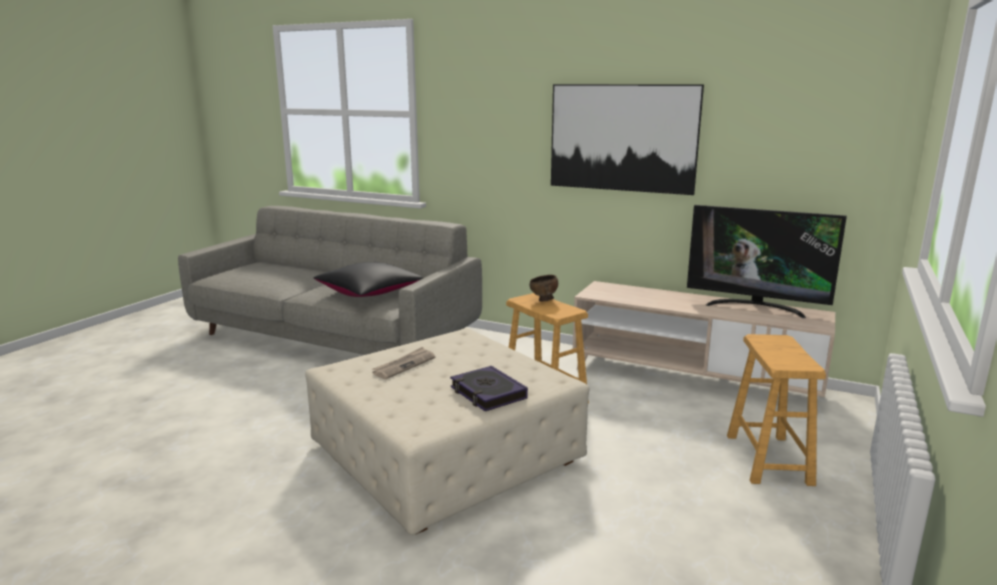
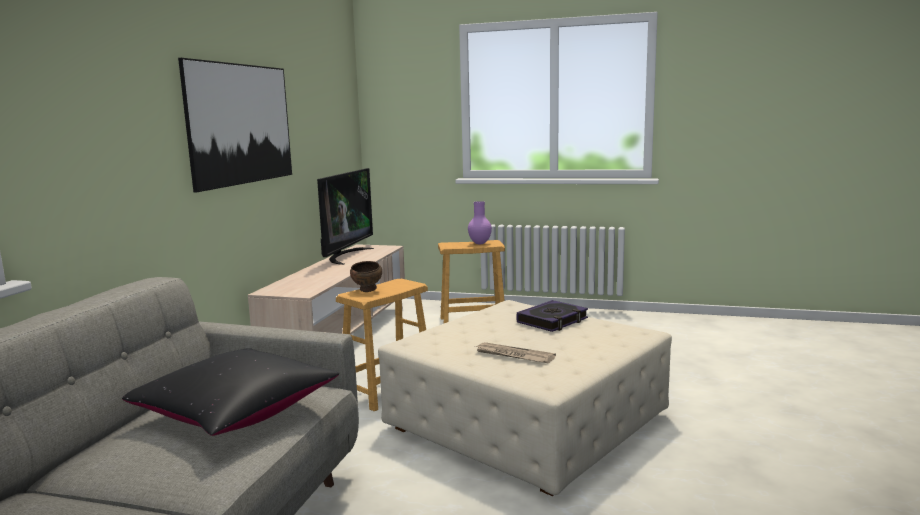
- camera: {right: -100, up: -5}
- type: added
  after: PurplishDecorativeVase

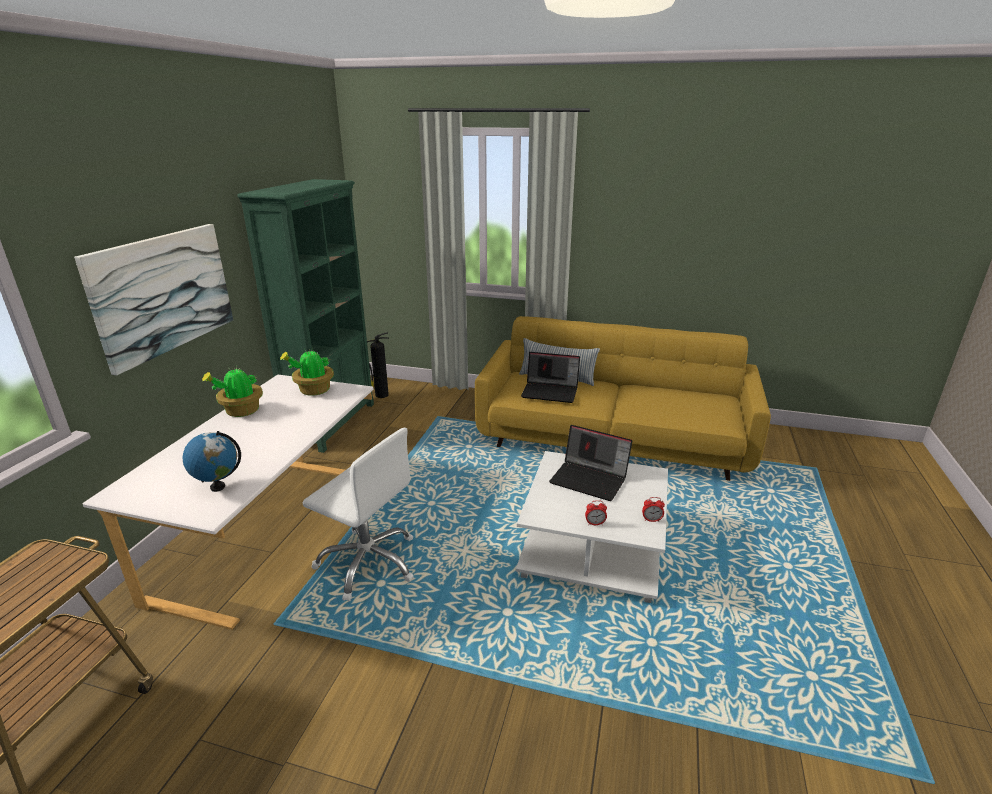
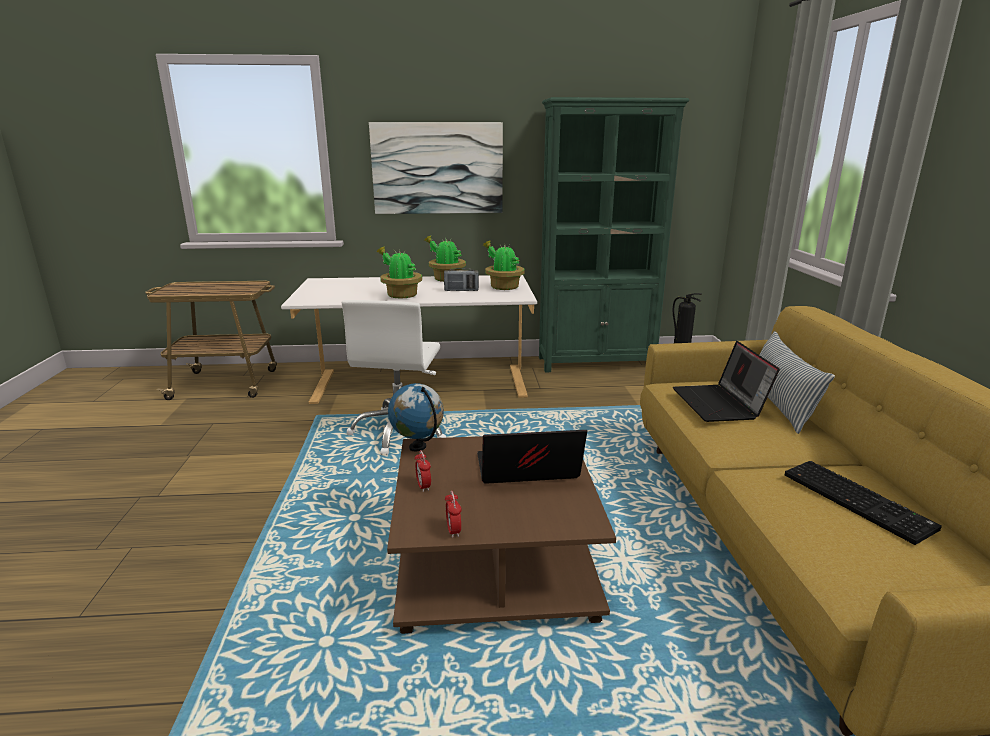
- camera: {right: 70, up: -5}
- type: added
  after: PottedPlant (1st from left)
- type: added
  after: RadioSet
- type: added
  after: Keyboard
- type: moved
  before: DeskGlobe
- type: recoloured
  before: WhiteLowTable
  after: BrownLowTable
- type: turned
  before: NotebookComputer (2nd from left in the first image)
  turn: 75

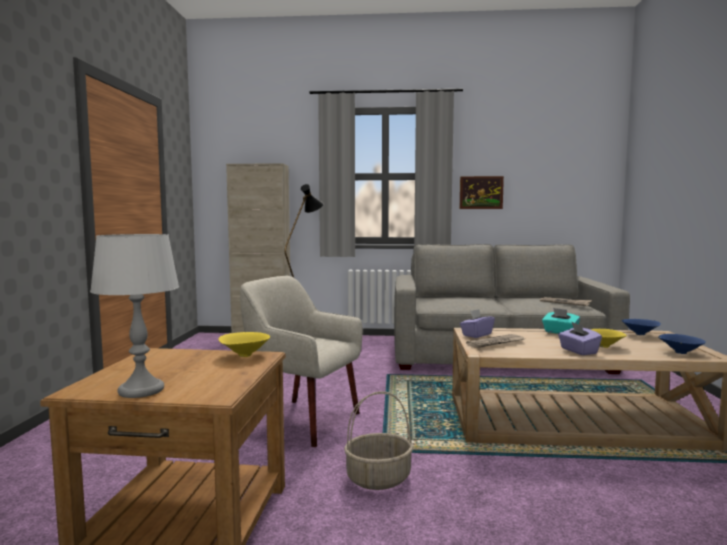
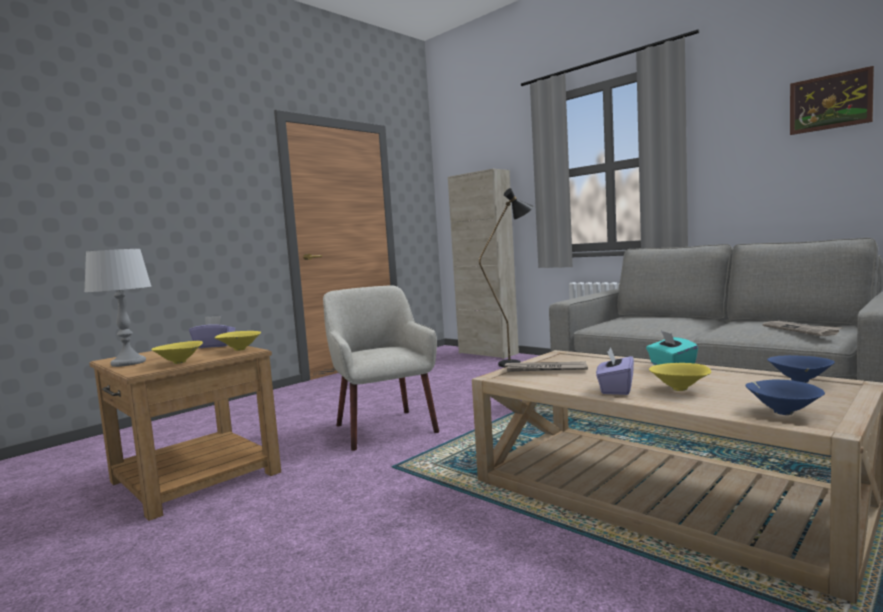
- camera: {right: 40, up: 0}
- type: removed
  before: Basket
- type: added
  after: YellowColouredBowl (1st from left)
- type: moved
  before: Picture
- type: moved
  before: PurplishTissueBox (1st from left)

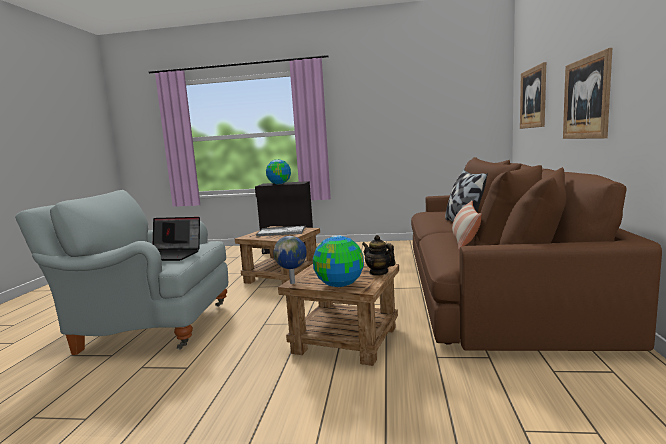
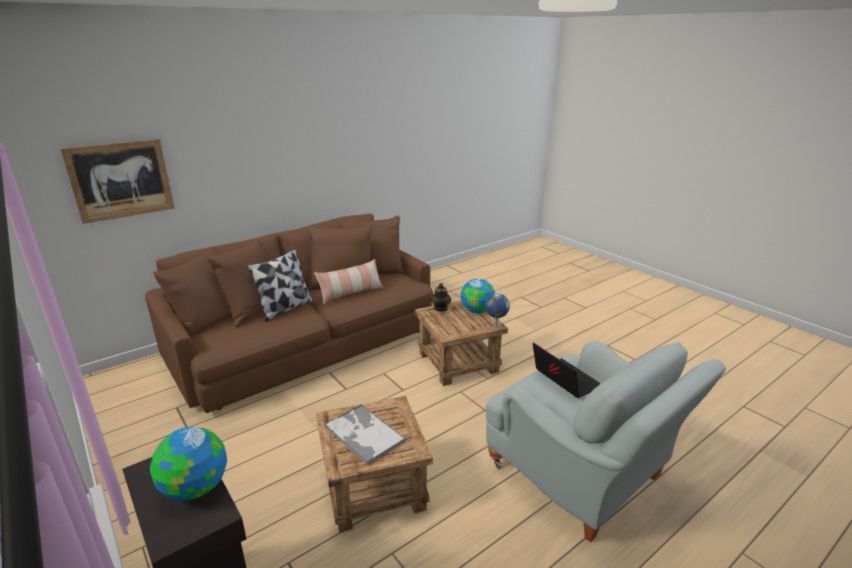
- camera: {right: -135, up: 15}
- type: removed
  before: Picture (2nd from left)

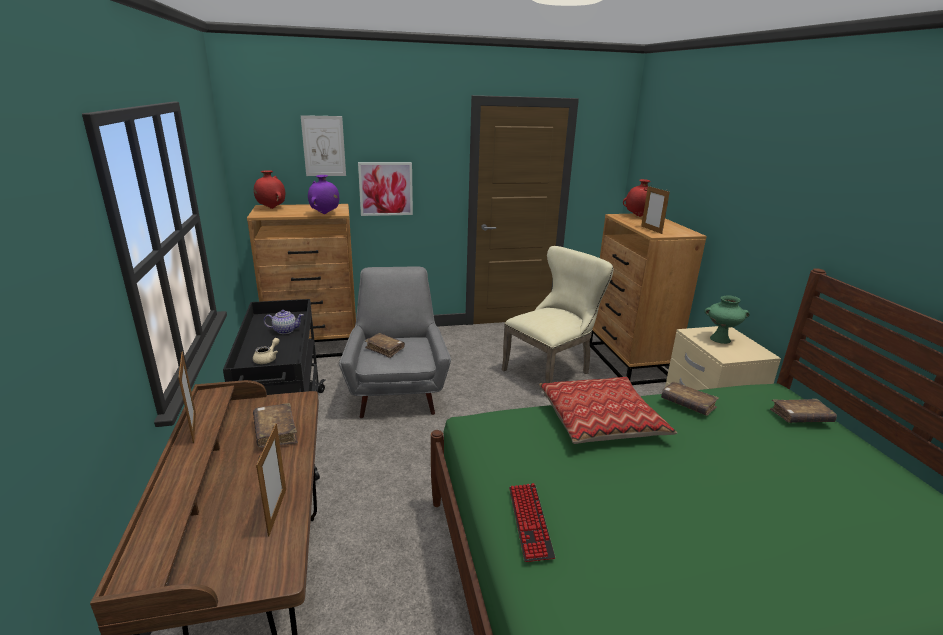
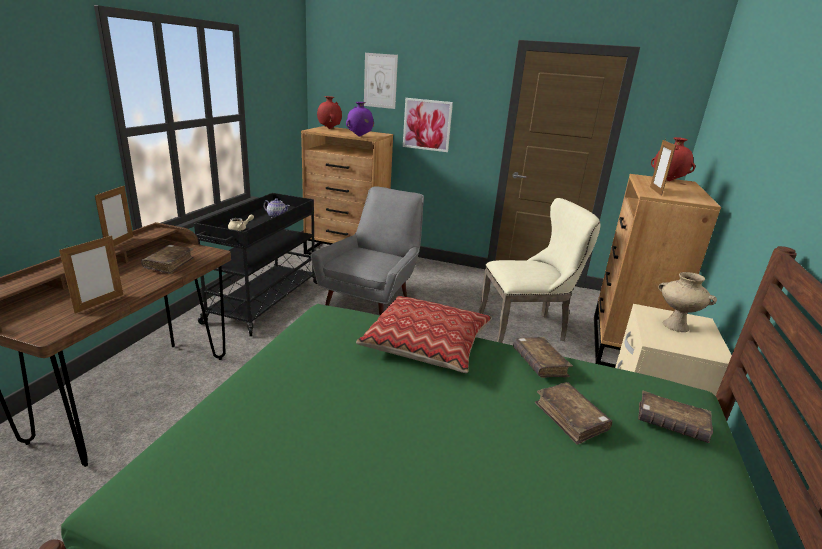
- camera: {right: 30, up: 0}
- type: removed
  before: Keyboard
- type: moved
  before: BrownBoundBook (2nd from left in the first image)
  after: BrownBoundBook (3rd from left)
- type: recoloured
  before: GreenDecorativeVase
  after: BeigeDecorativeVase

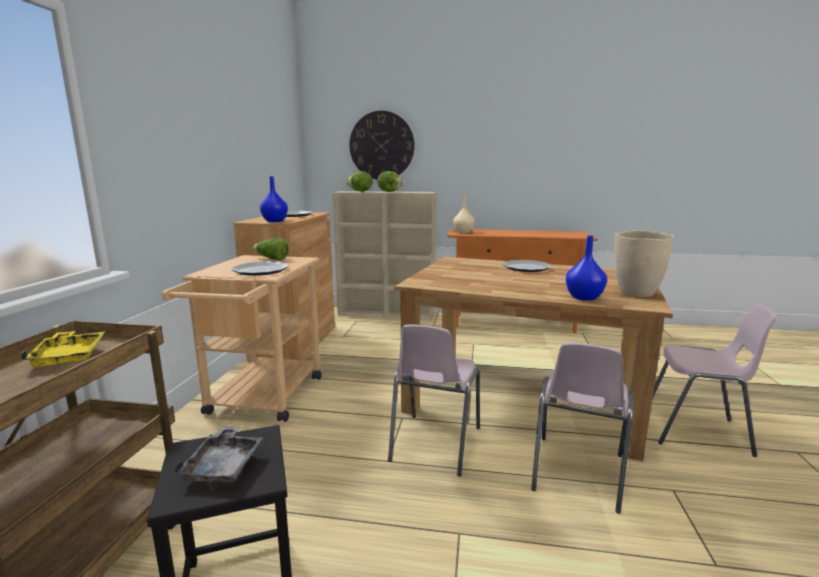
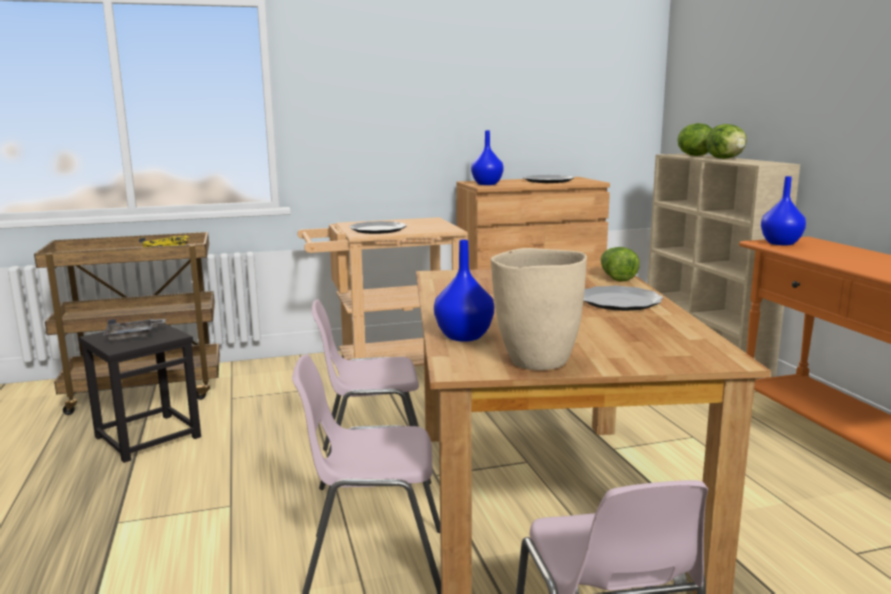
- camera: {right: 65, up: 0}
- type: removed
  before: ClockOnTheWall
- type: moved
  before: HeadOfLettuce (1st from left)
- type: recoloured
  before: BeigeDecorativeVase (1st from left)
  after: BlueDecorativeVase (3rd from left)

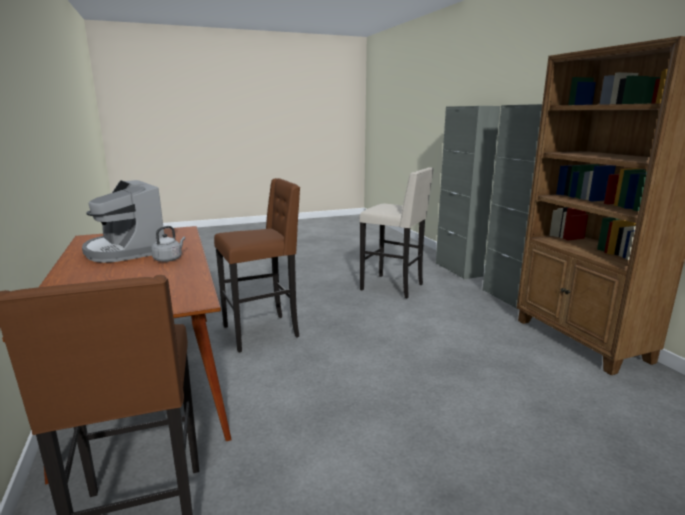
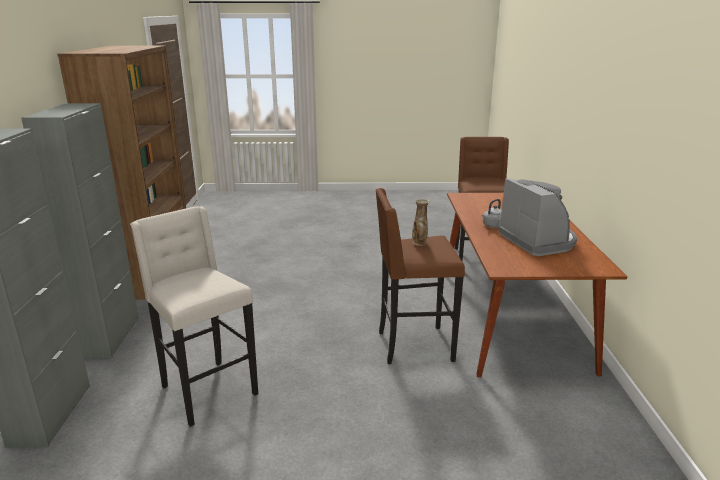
- camera: {right: -160, up: 5}
- type: added
  after: DecorativeVase

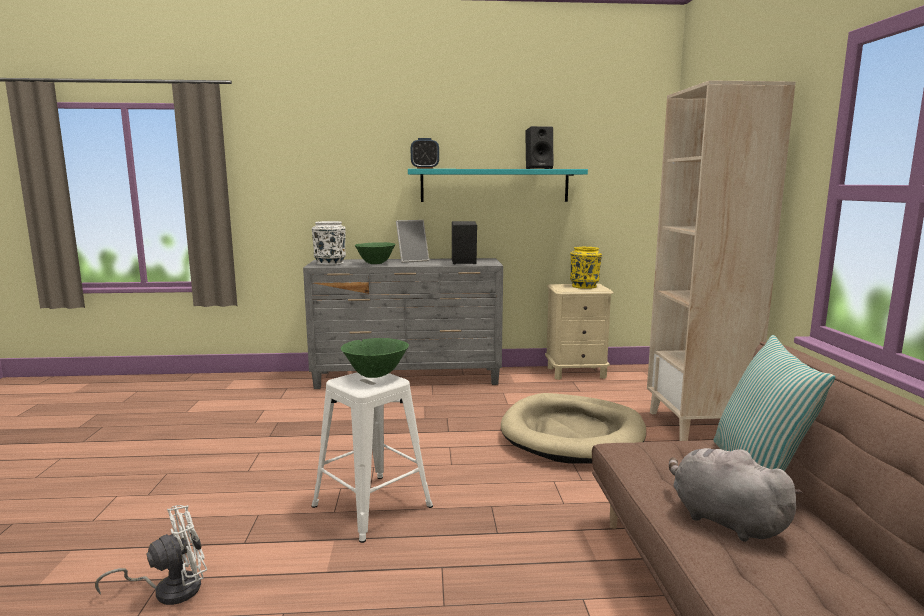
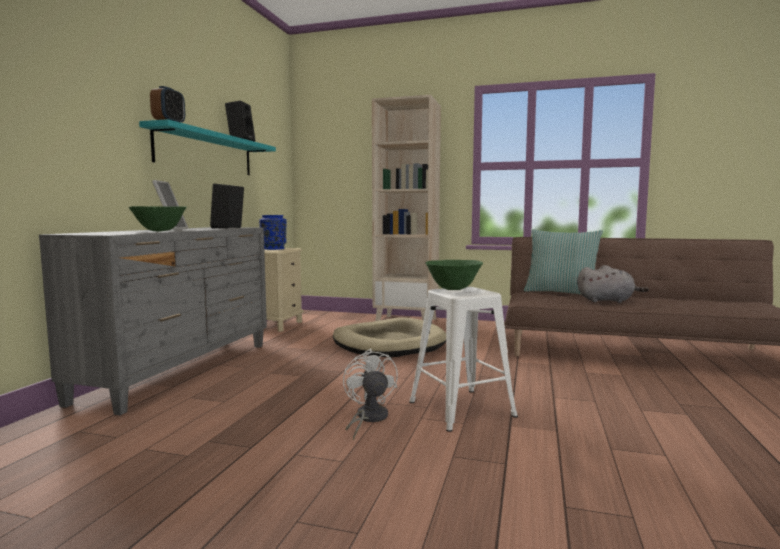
- camera: {right: -70, up: -5}
- type: removed
  before: WhiteDecorativeVase
- type: moved
  before: WhiteCoolingFan
- type: recoloured
  before: YellowColouredDecorativeVase
  after: BlueDecorativeVase
- type: turned
  before: GreyPlushToy
  turn: -150

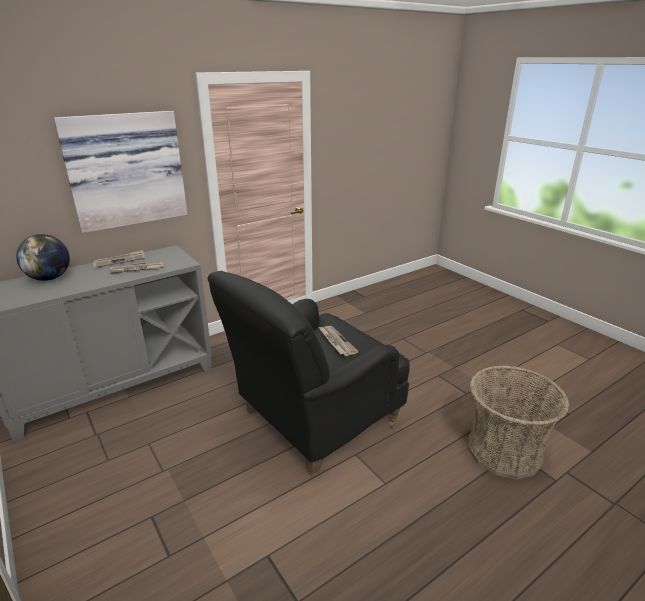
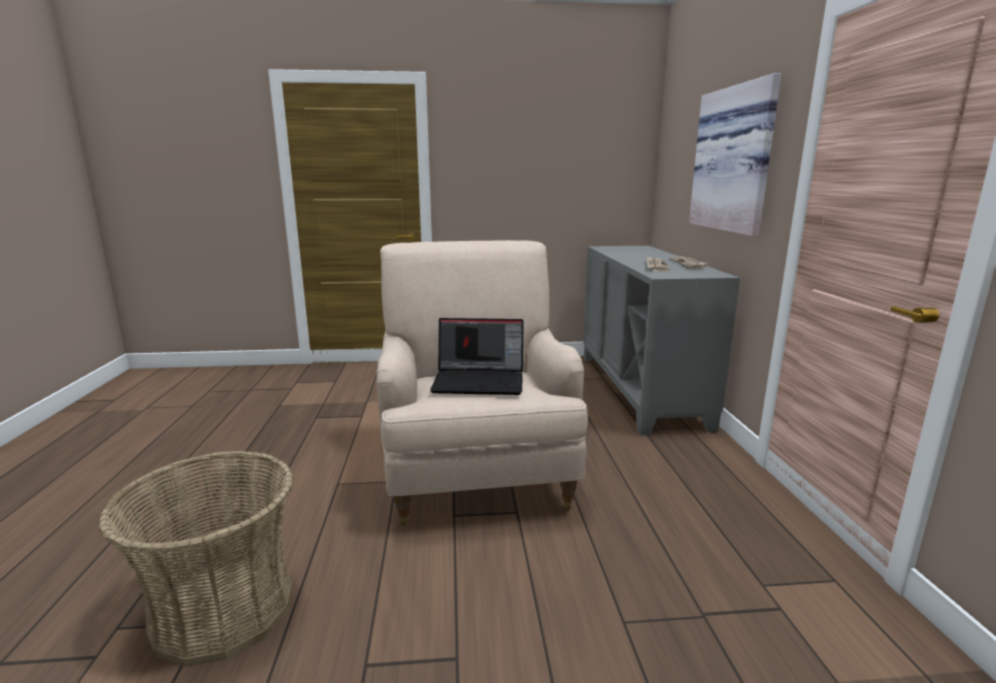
- camera: {right: 120, up: -10}
- type: removed
  before: DeskGlobe
- type: replaced
  before: DailyPaper (3rd from left)
  after: NotebookComputer
- type: recoloured
  before: BlackLoungeChair
  after: BeigeLoungeChair

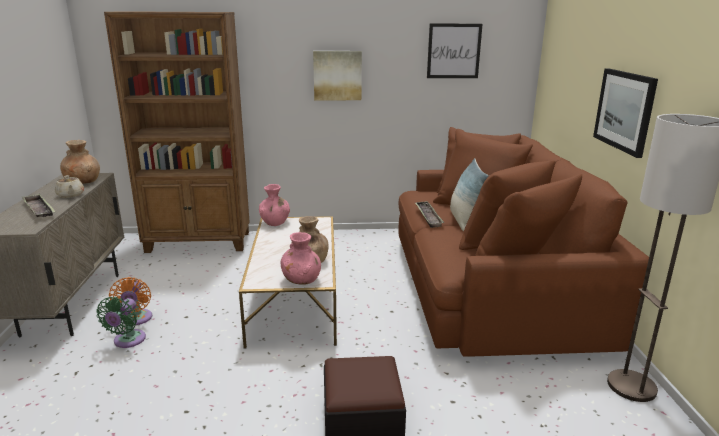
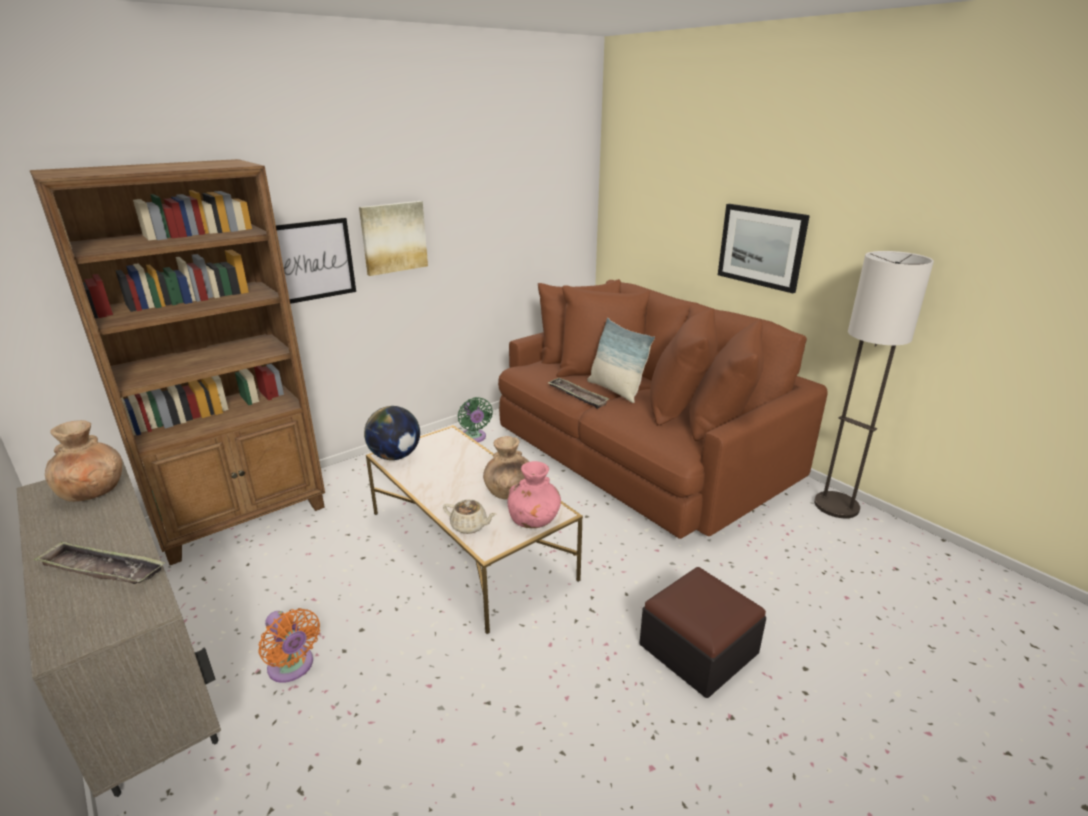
- camera: {right: -35, up: 5}
- type: moved
  before: BeigeTeaPot
- type: moved
  before: GreenCoolingFan
- type: moved
  before: Picture (2nd from left in the first image)
  after: Picture (1st from left)
- type: replaced
  before: PinkColouredDecorativeVase (1st from left)
  after: DeskGlobe

